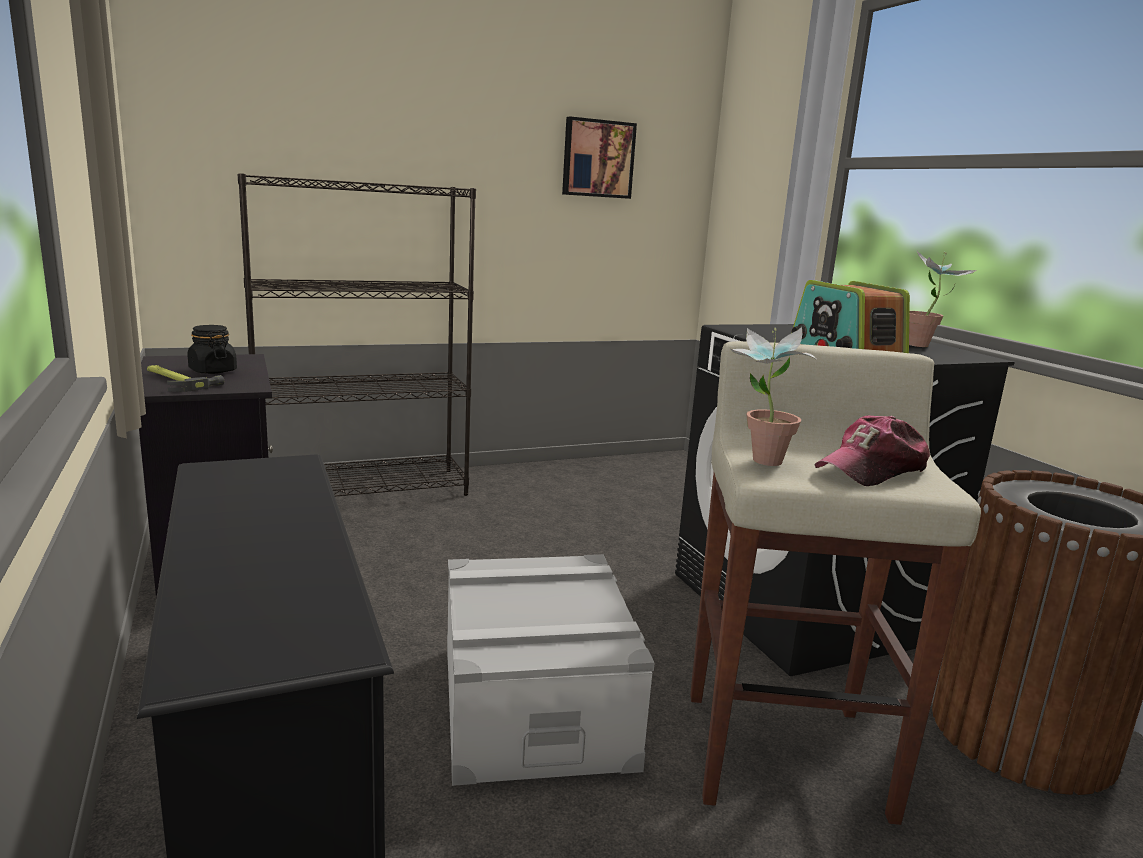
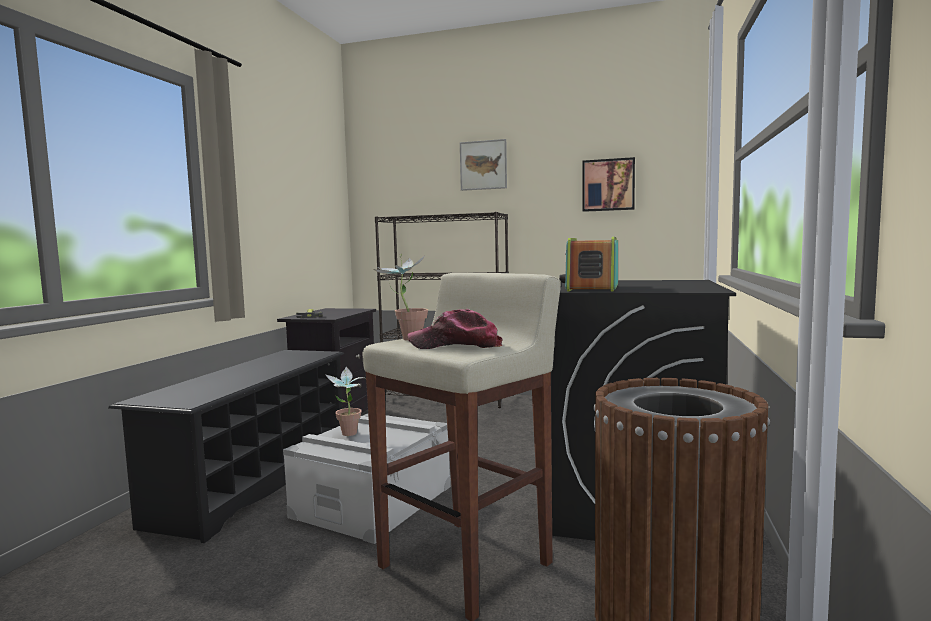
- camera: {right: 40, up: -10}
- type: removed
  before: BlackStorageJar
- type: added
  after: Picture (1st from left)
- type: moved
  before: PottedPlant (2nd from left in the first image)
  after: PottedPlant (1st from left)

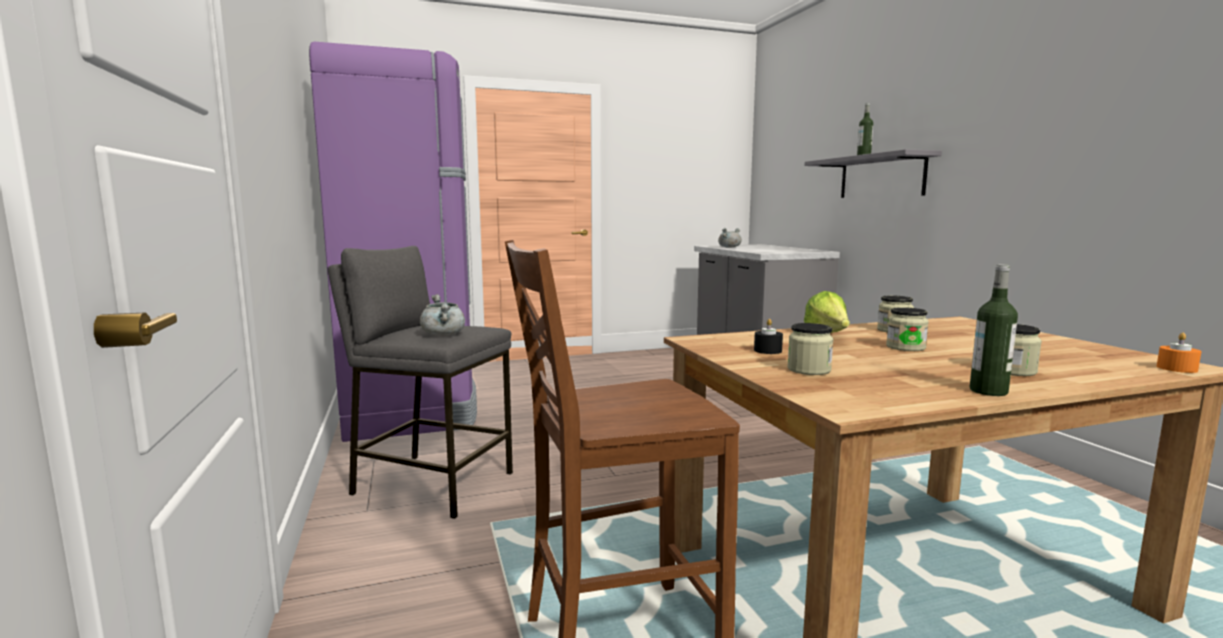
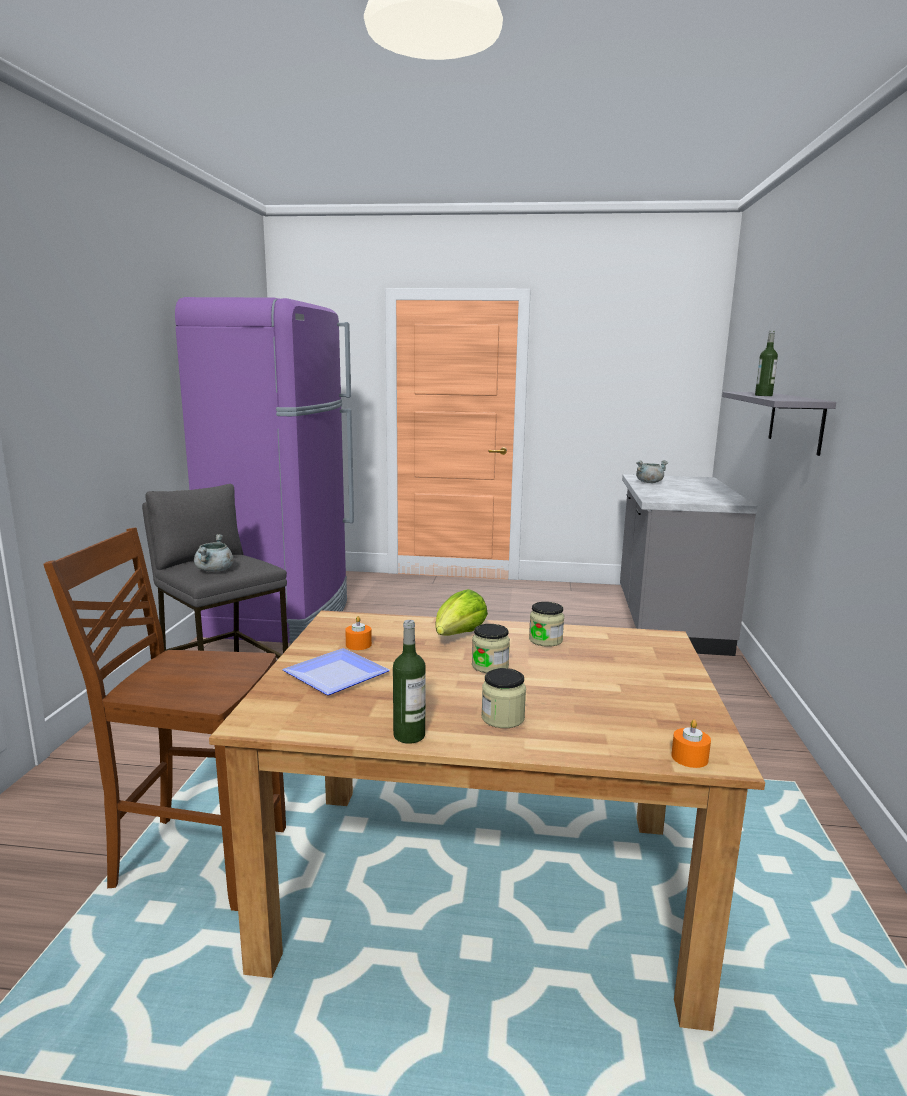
- camera: {right: 25, up: 5}
- type: replaced
  before: StorageJar (1st from left)
  after: Plate
- type: recoloured
  before: BlackWaxCandle
  after: OrangeyWaxCandle (1st from left)

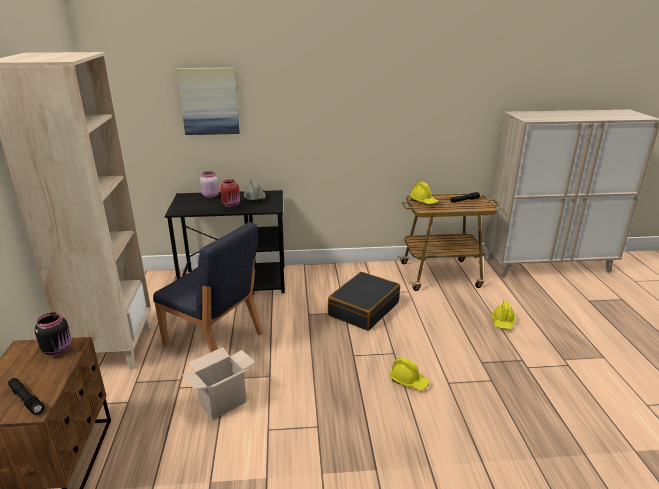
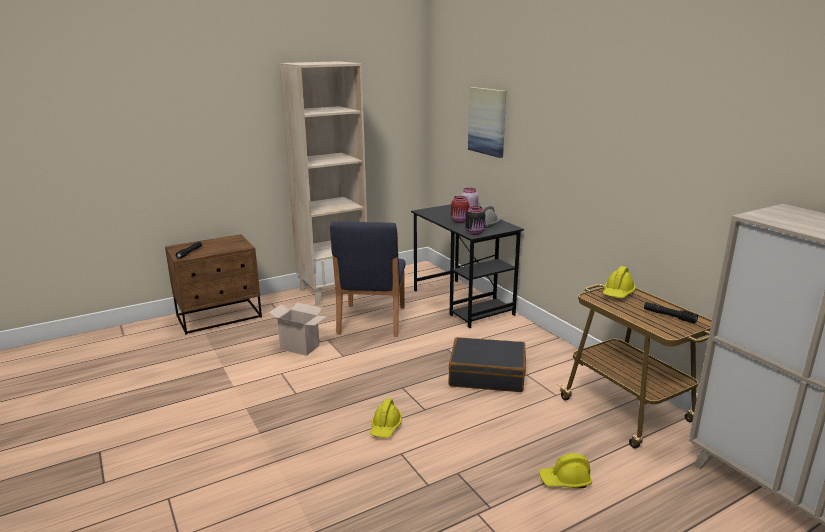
- camera: {right: 65, up: -5}
- type: moved
  before: BlackStorageJar

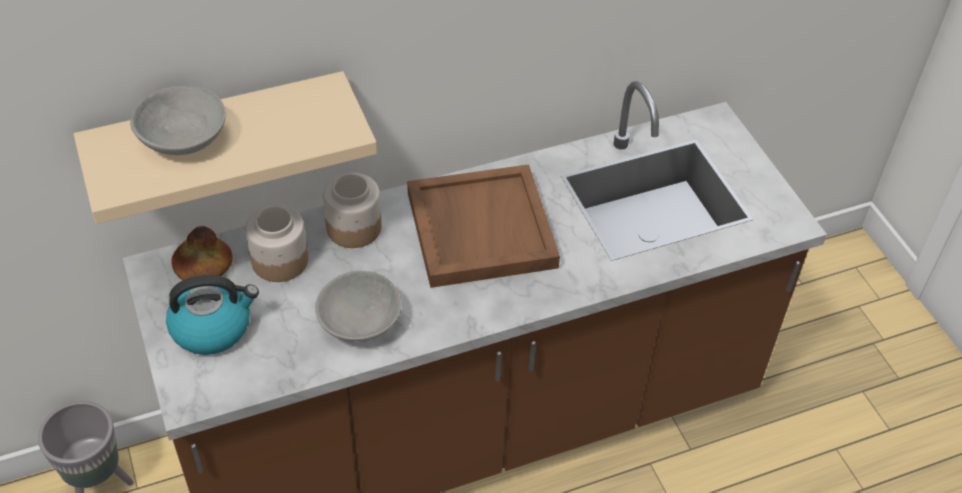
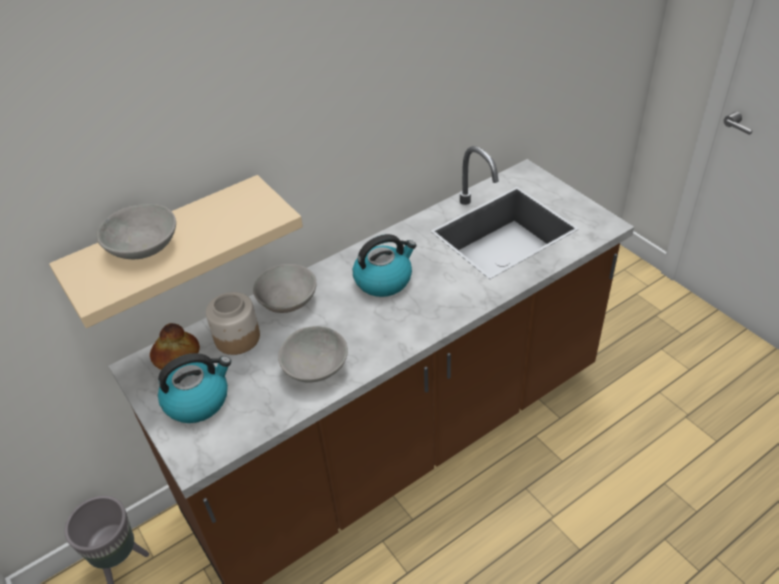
- camera: {right: -10, up: -5}
- type: replaced
  before: StorageJar (2nd from left)
  after: GreyBowl (2nd from left)
- type: replaced
  before: BrownCarryingTray
  after: WaterKettle (2nd from left)

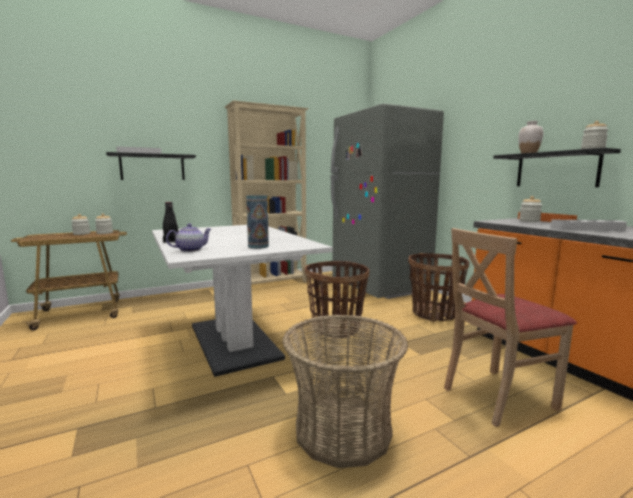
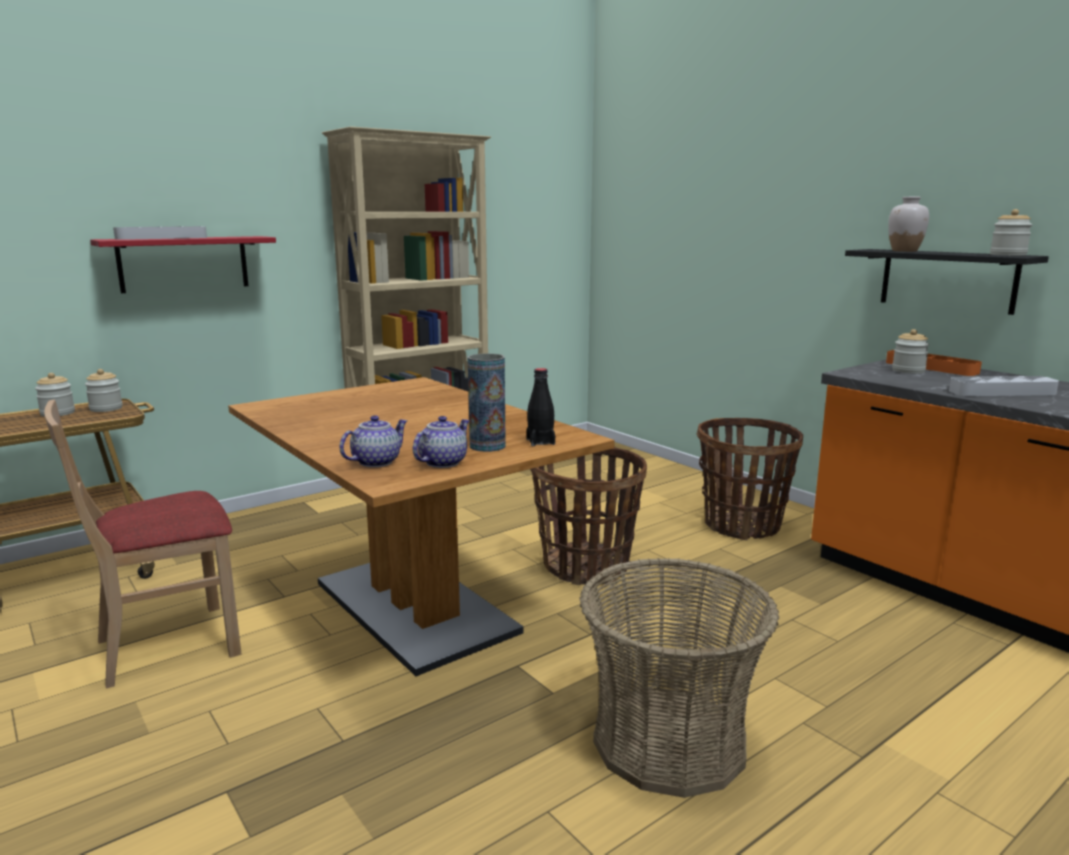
- camera: {right: -10, up: 5}
- type: removed
  before: GreyKitchenFridge
- type: added
  after: TeaPot (2nd from left)
- type: moved
  before: BlackBottle
- type: moved
  before: BeigeUprightChair
- type: recoloured
  before: BlackShelf (1st from left)
  after: ReddishShelf
- type: recoloured
  before: WhiteDiningTable
  after: BrownDiningTable

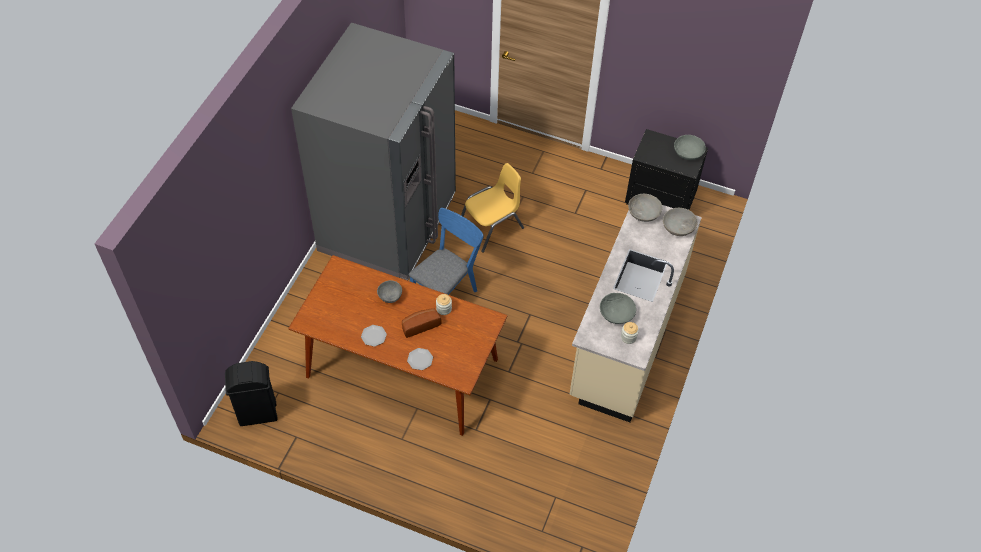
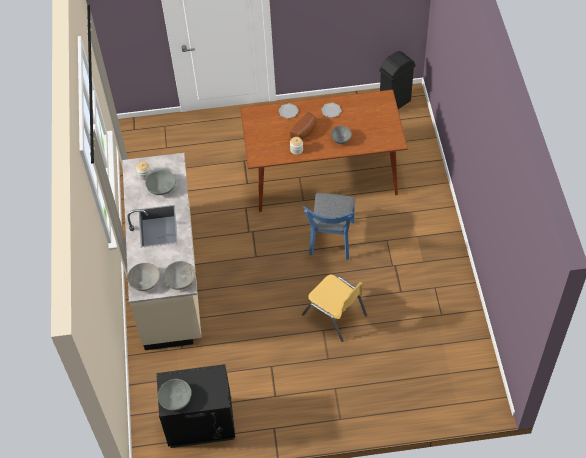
- camera: {right: 155, up: 0}
- type: removed
  before: GreyKitchenFridge
- type: turned
  before: YellowColouredUprightChair
  turn: -75

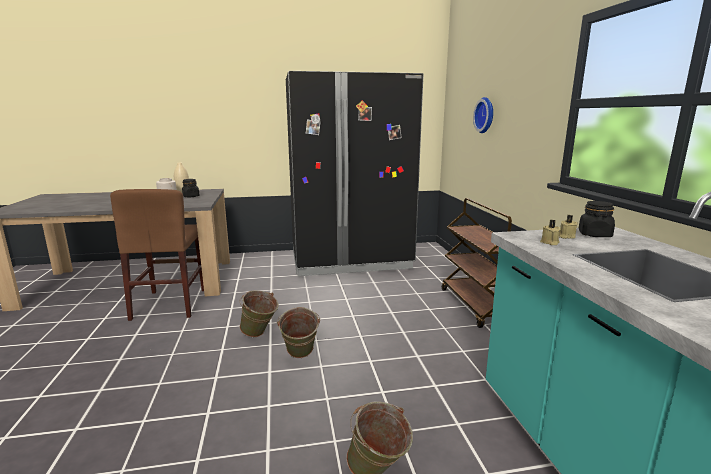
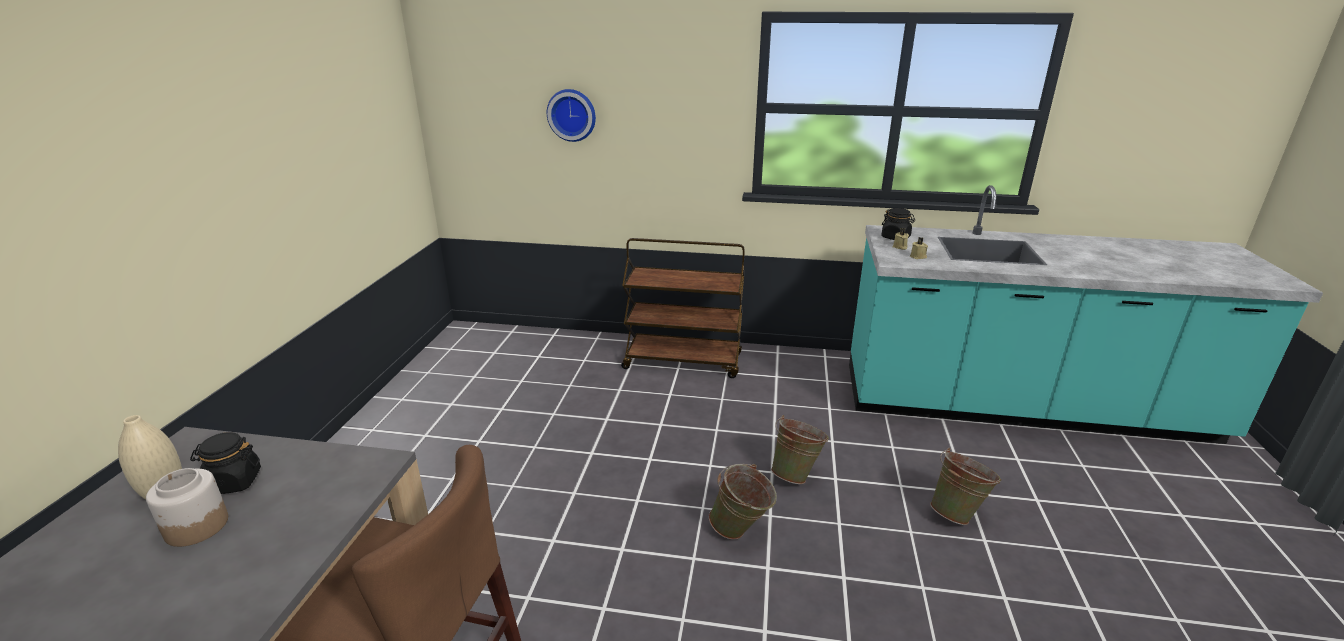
- camera: {right: -70, up: 10}
- type: removed
  before: BlackKitchenFridge
- type: moved
  before: GreenBucket (1st from left in the first image)
  after: GreenBucket (2nd from left)

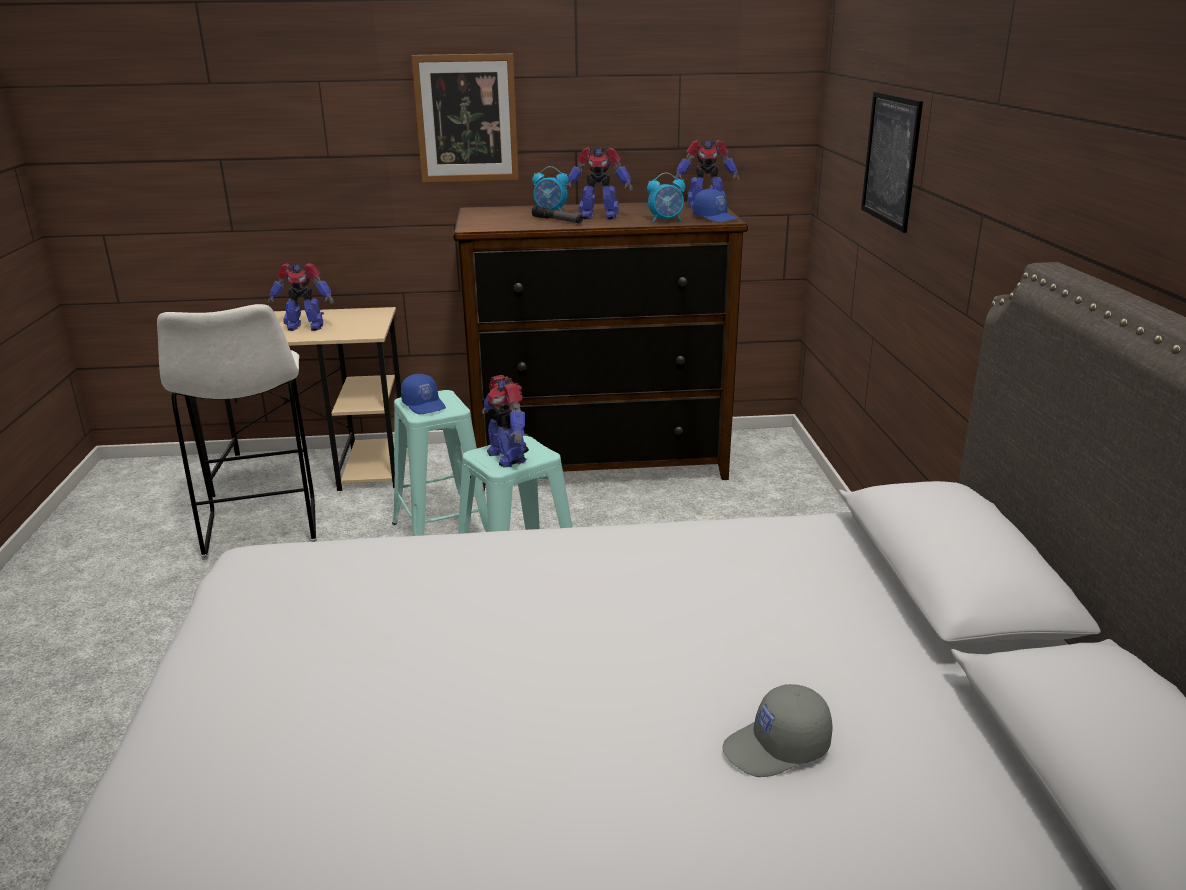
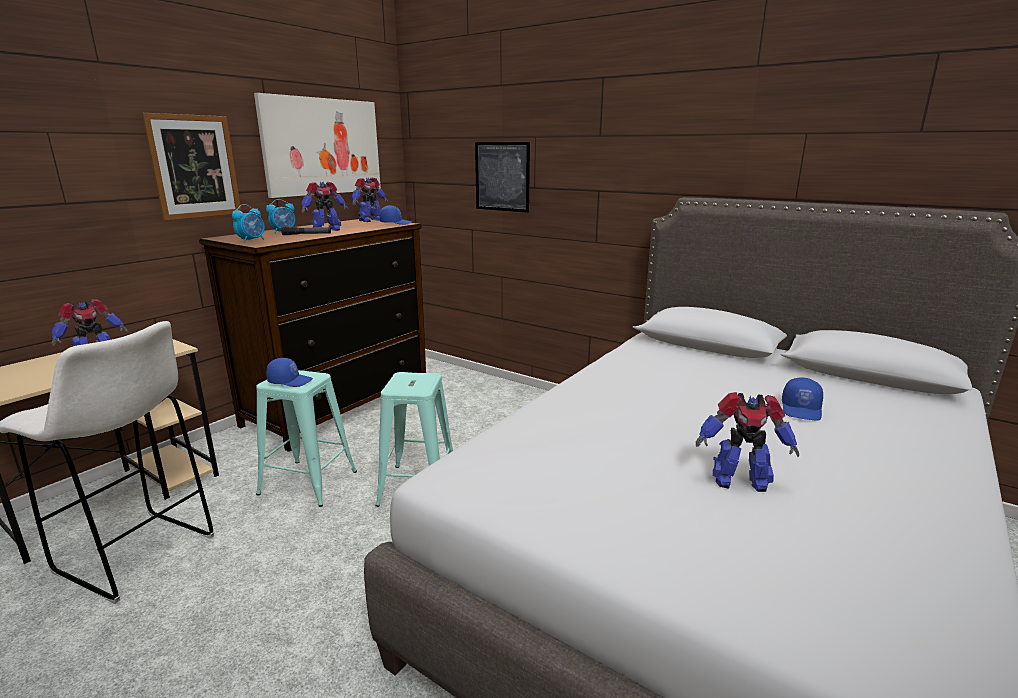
- camera: {right: -50, up: -5}
- type: added
  after: Picture (2nd from left)
- type: moved
  before: ModelRobot (2nd from left in the first image)
  after: ModelRobot (4th from left)
- type: moved
  before: TableClock (2nd from left in the first image)
  after: TableClock (1st from left)
- type: recoloured
  before: GreyCap
  after: BlueCap (3rd from left)

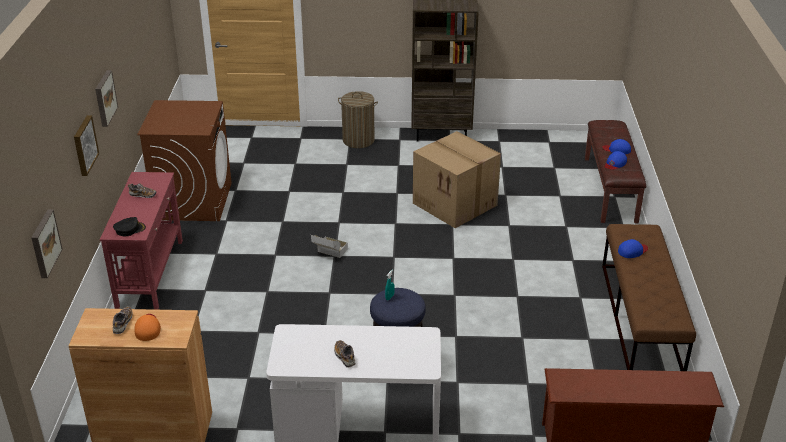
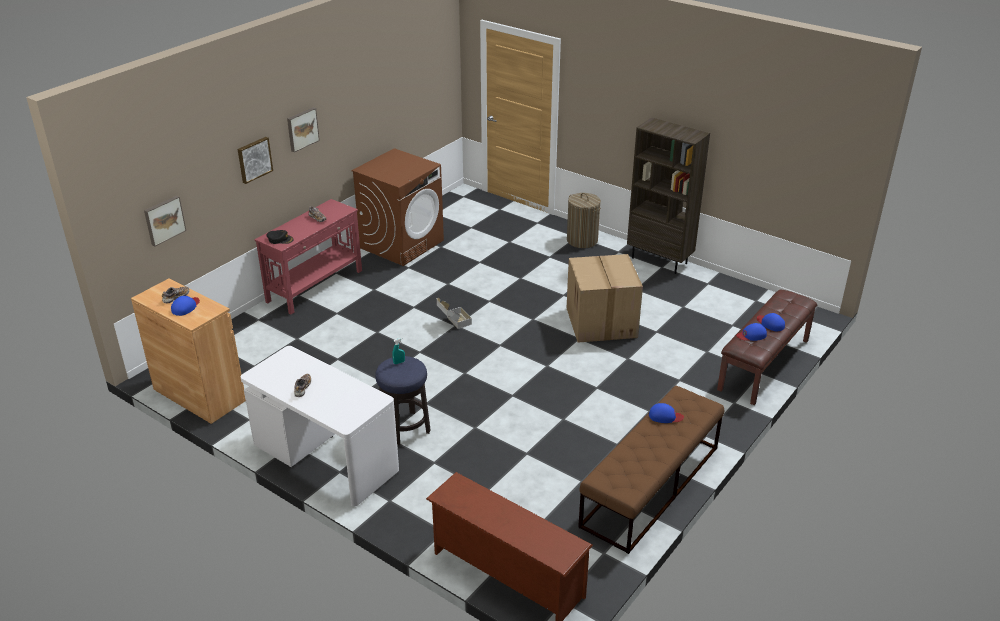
- camera: {right: 35, up: 0}
- type: recoloured
  before: OrangeyCap
  after: BlueCap (1st from left)

